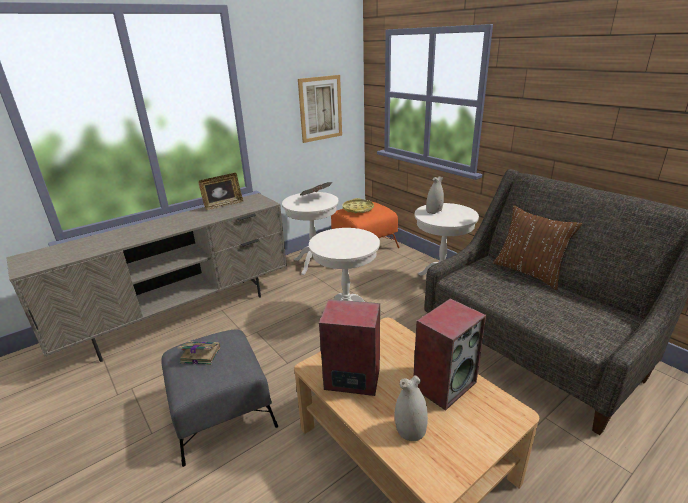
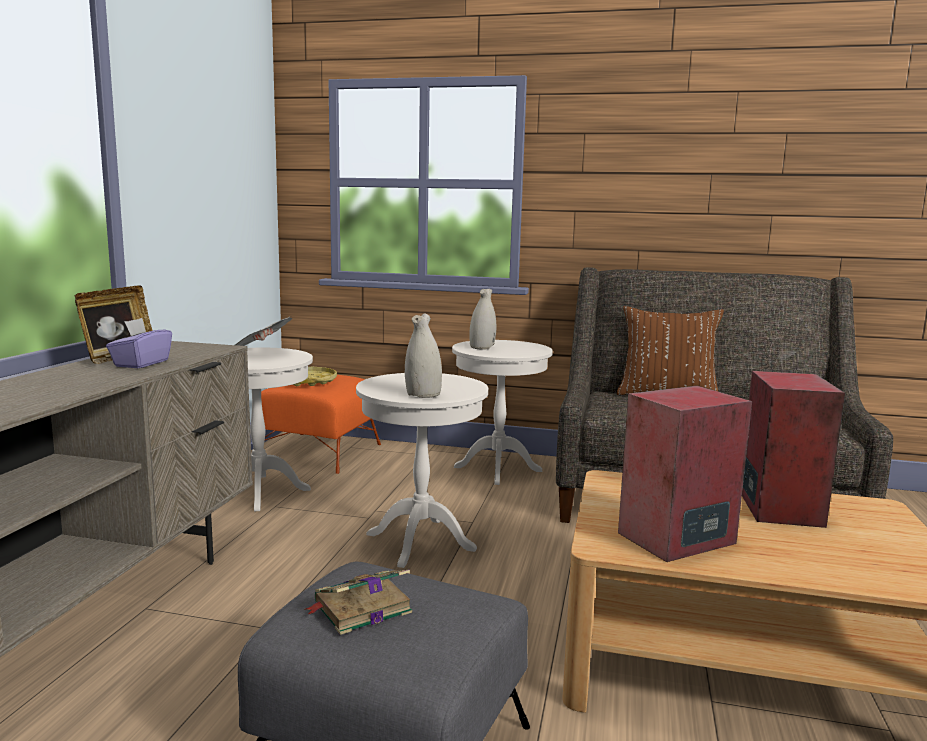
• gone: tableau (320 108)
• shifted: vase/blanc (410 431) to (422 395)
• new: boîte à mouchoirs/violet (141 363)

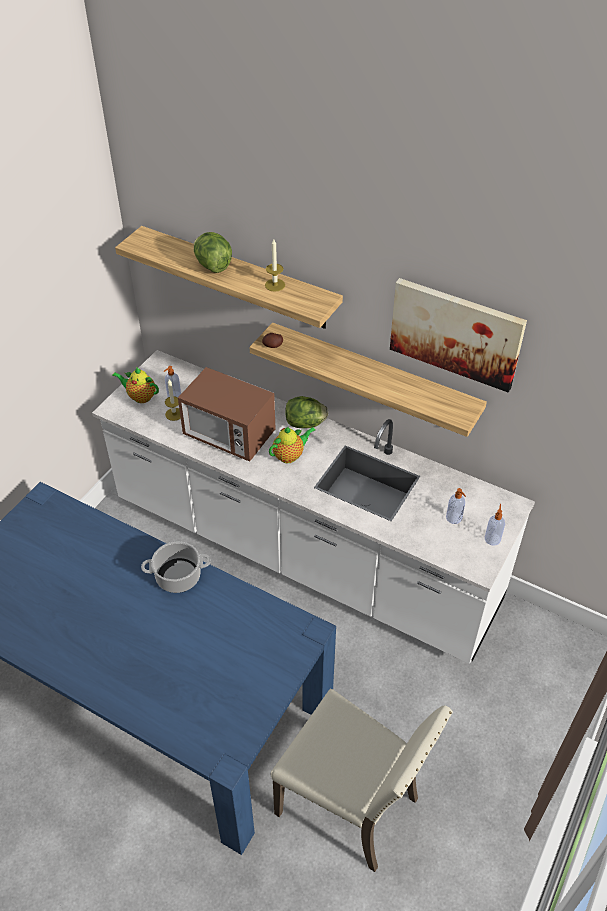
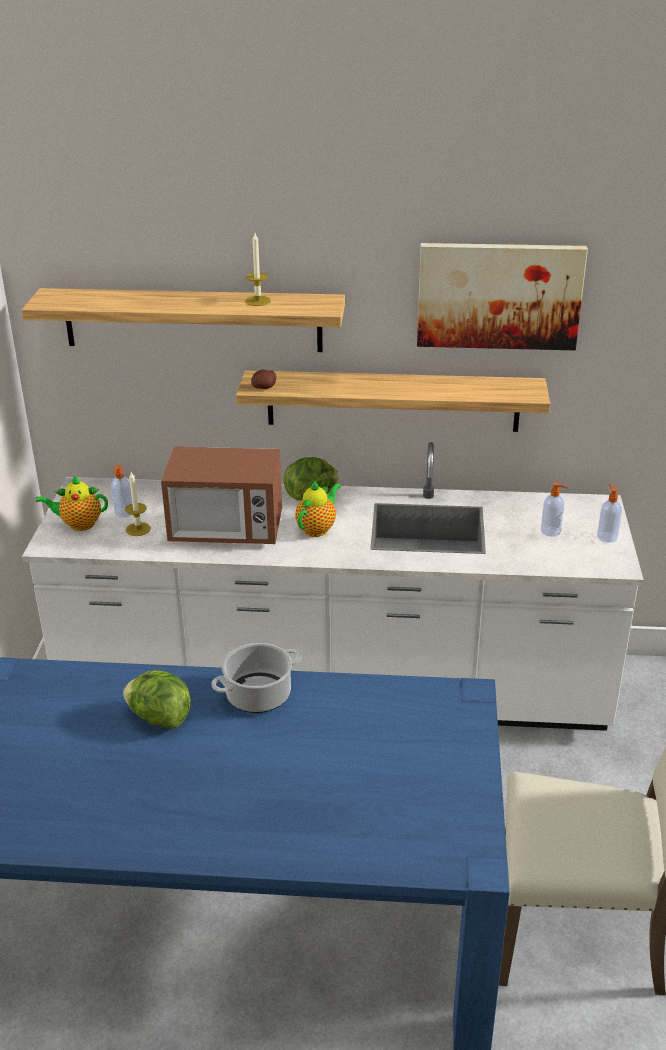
• shifted: laitue (212 265) to (159 718)

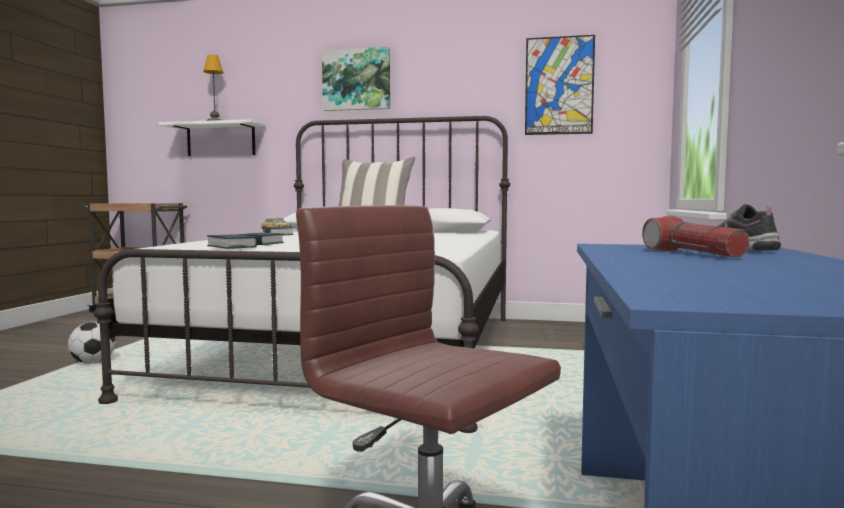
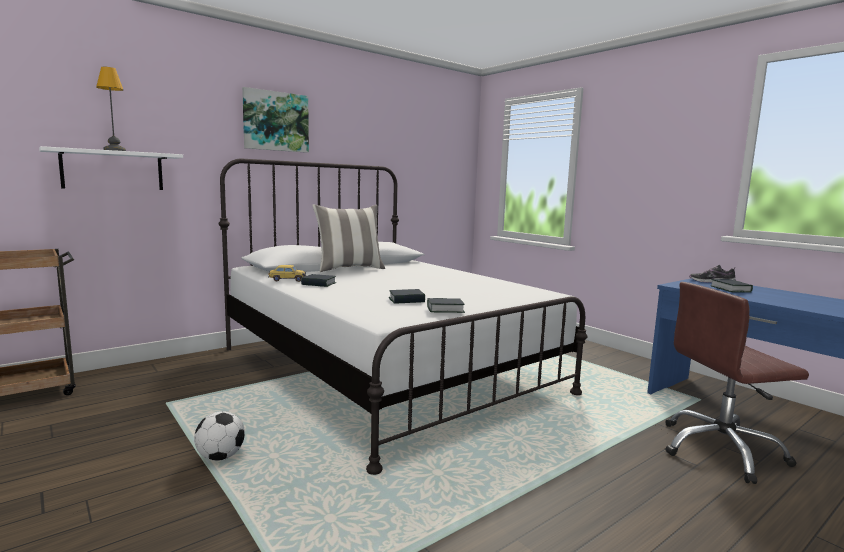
• gone: tableau (559 86)
• swapped: lampe de poche (692 253) to livre (730 289)

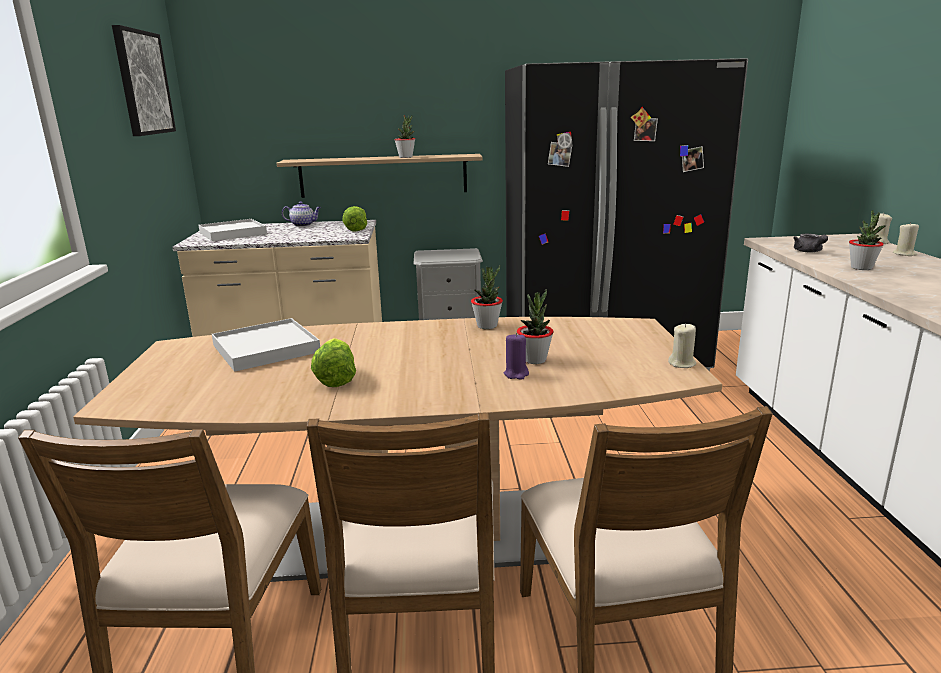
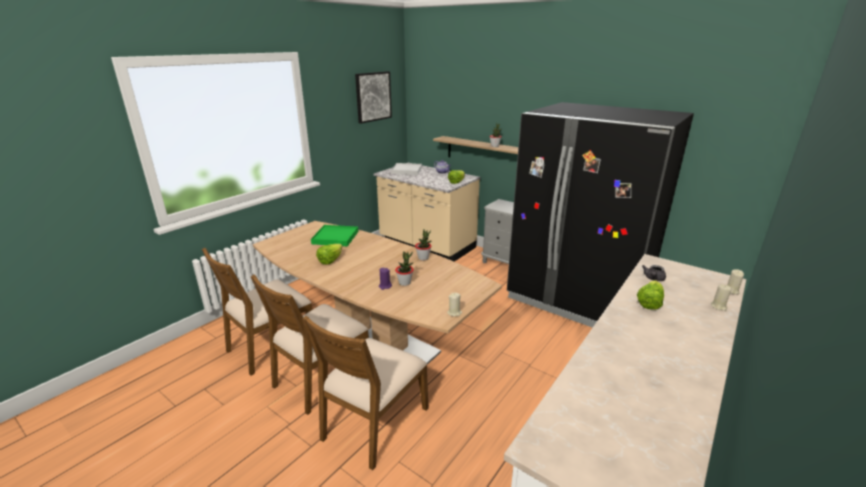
• repainted: plateau/blanc (265 349) to plateau/vert (335 237)
• swapped: plante en pot (861 268) to laitue (649 303)

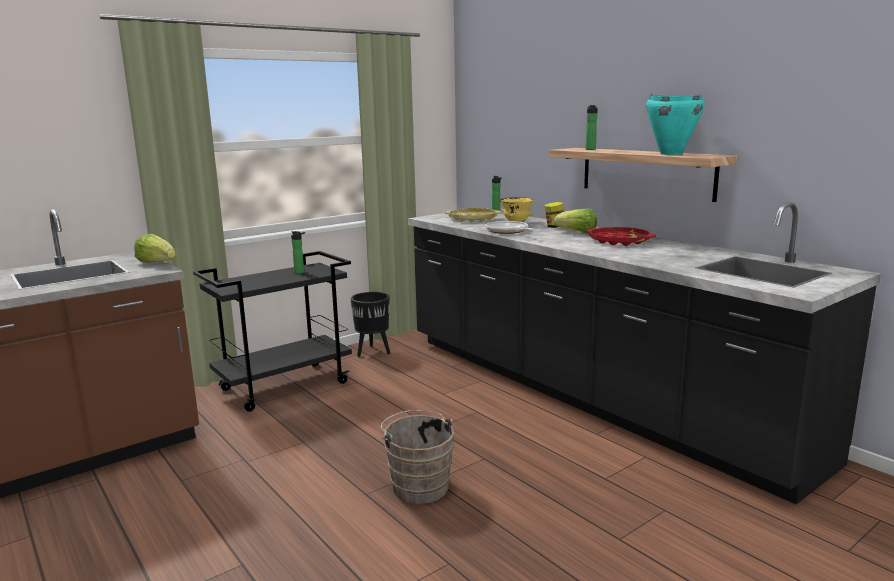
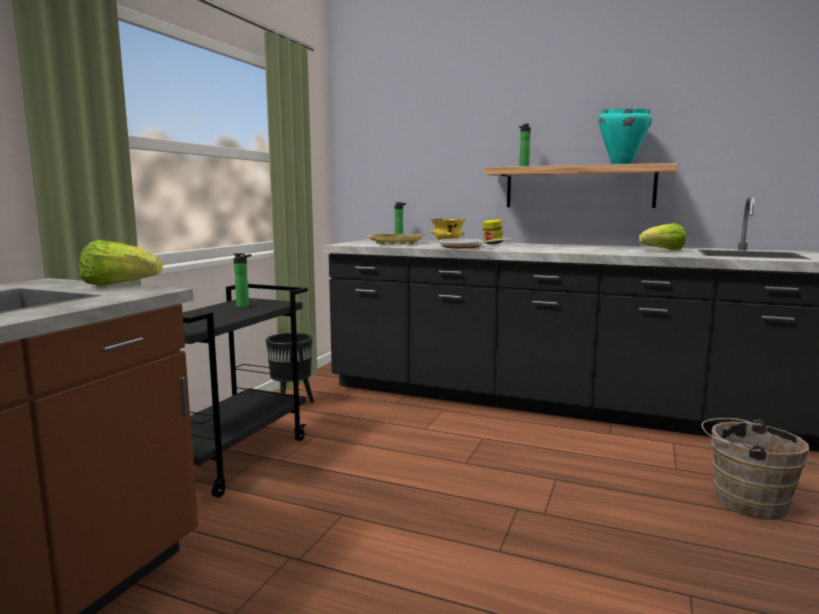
• shifted: seau/marron (419 485) to (744 501)
• shifted: laitue (577 233) to (663 250)
• gone: plateau/rouge (619 241)

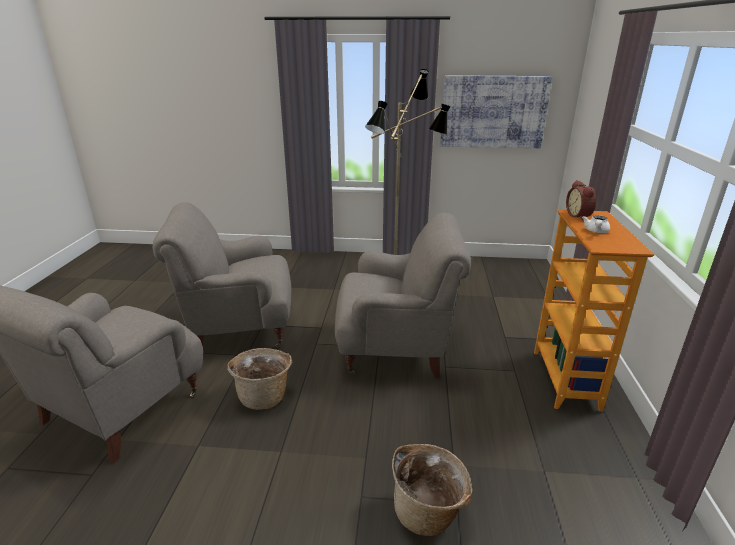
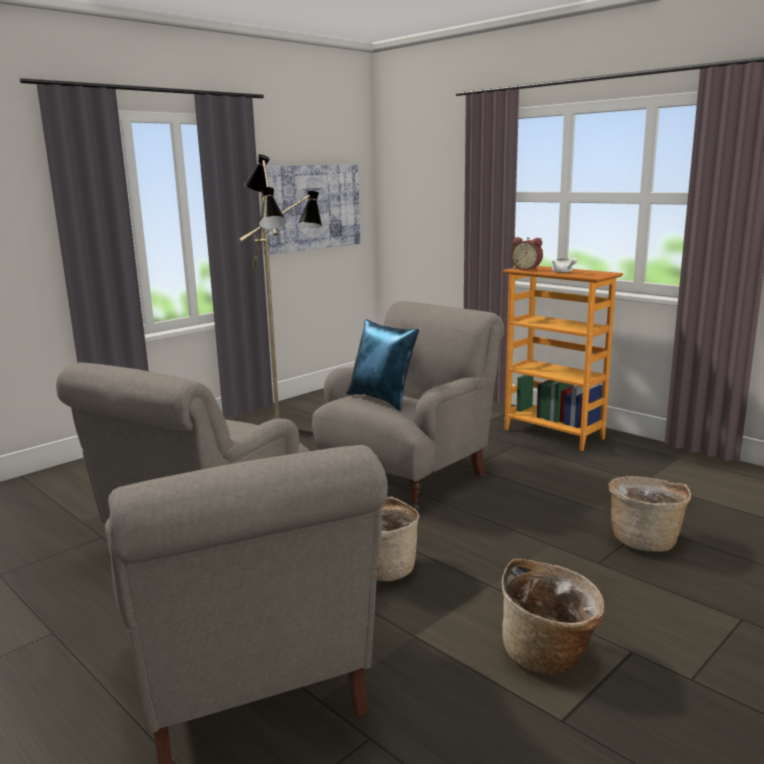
• new: coussin/bleu (383 399)
• new: panier (549 654)

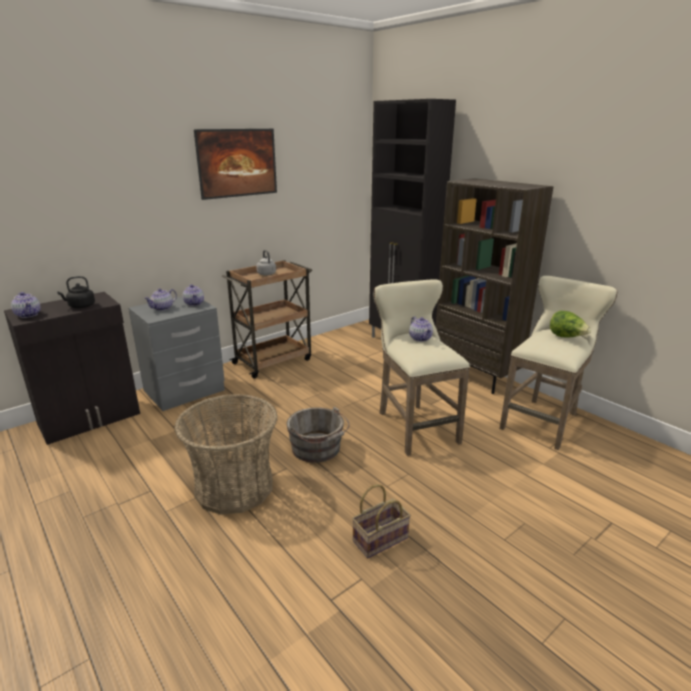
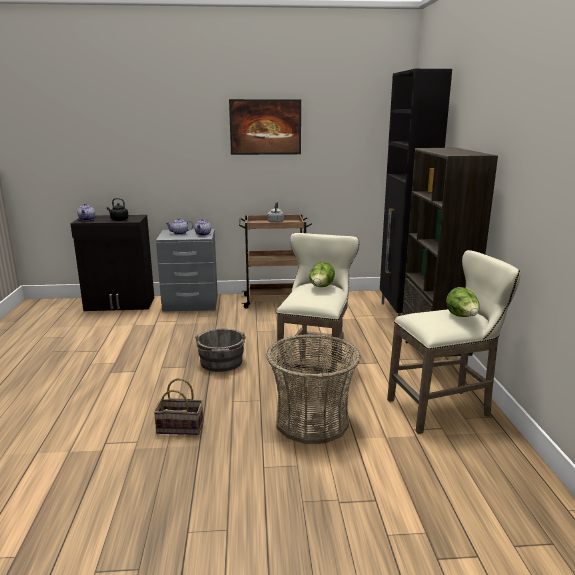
• shifted: panier (234 486) to (312 421)
• swapped: théière (421 338) to laitue (321 287)

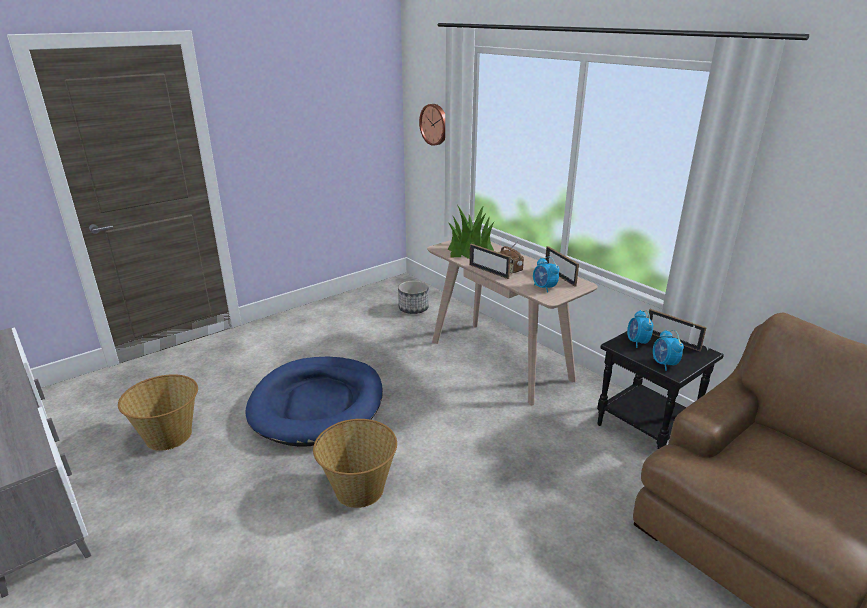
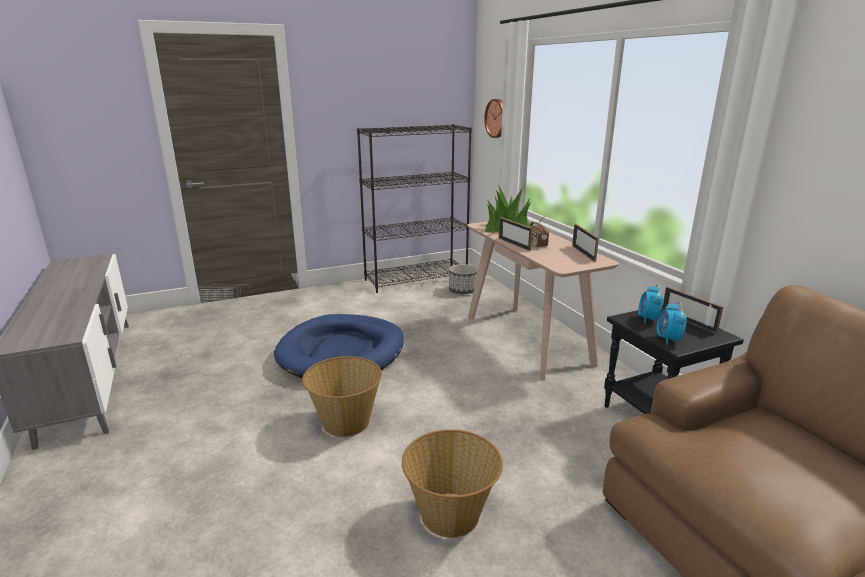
• shifted: panier (169 436) to (451 515)
• gone: réveil (544 288)
• new: bibliothèque/noir (416 278)

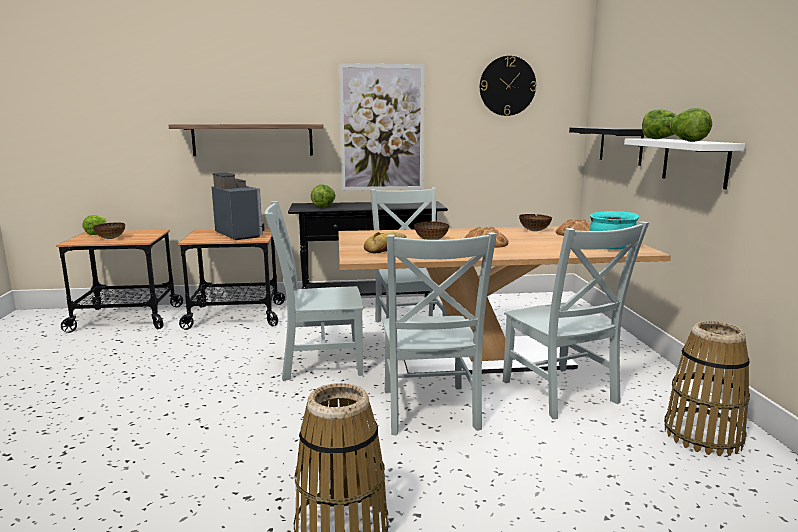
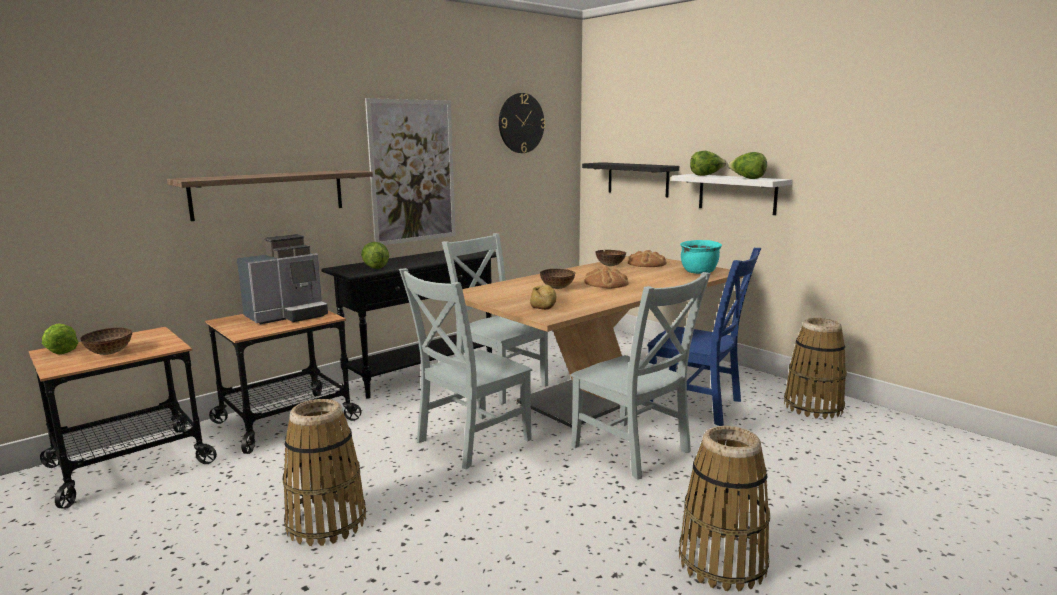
• rotated: machine à café (241 234) = (288 316) 120 degrees clockwise
• repainted: chaise/gris (561 394) to chaise/bleu (698 406)
• new: panier (327 522)

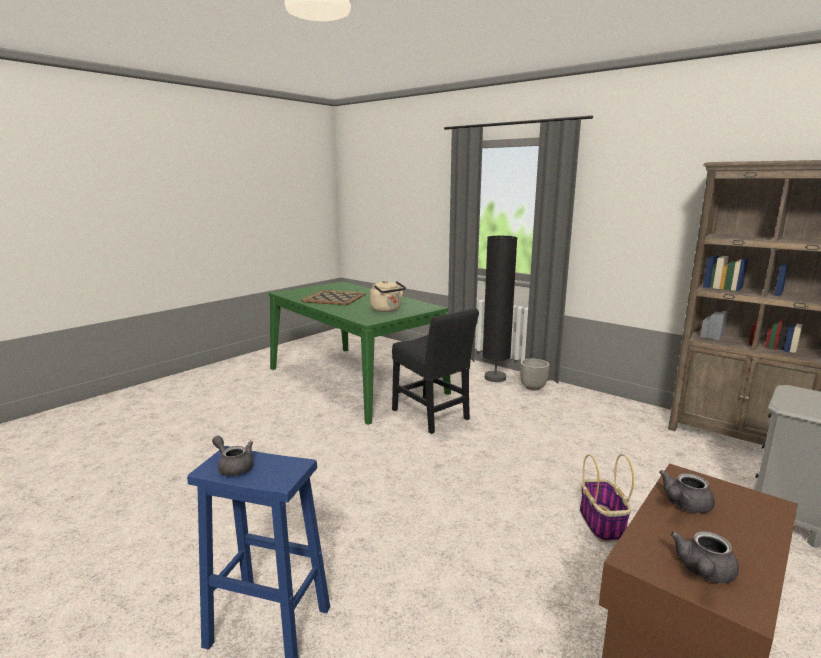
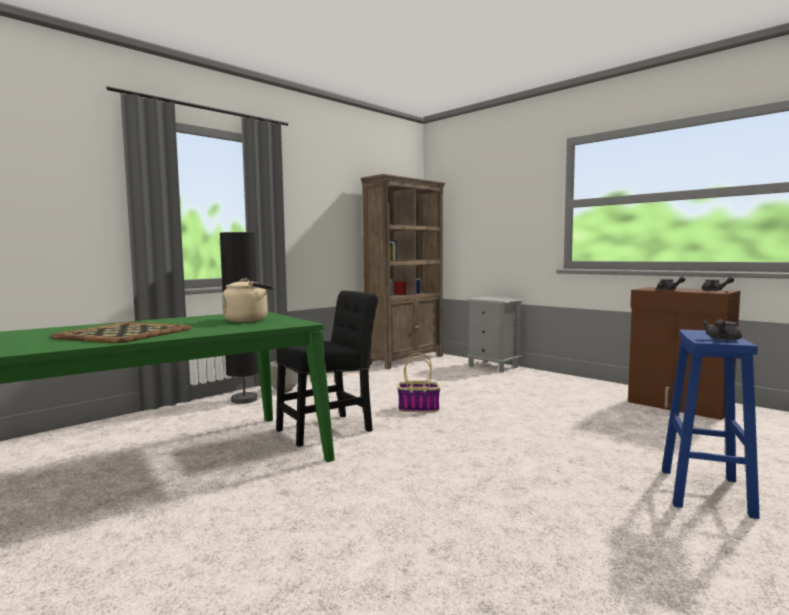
• shifted: panier (602 524) to (419 408)

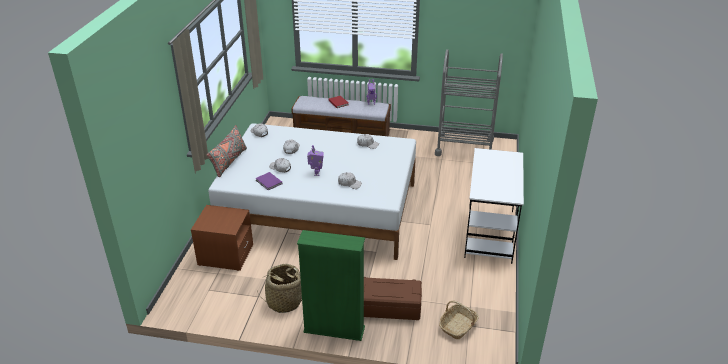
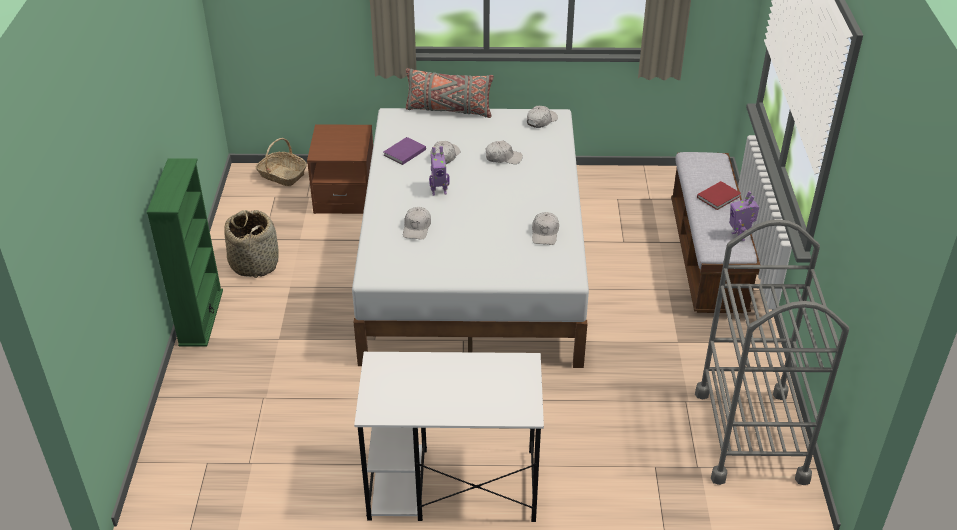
• gone: boîte de rangement/marron (387 308)
• shifted: panier (458 326) to (282 175)

